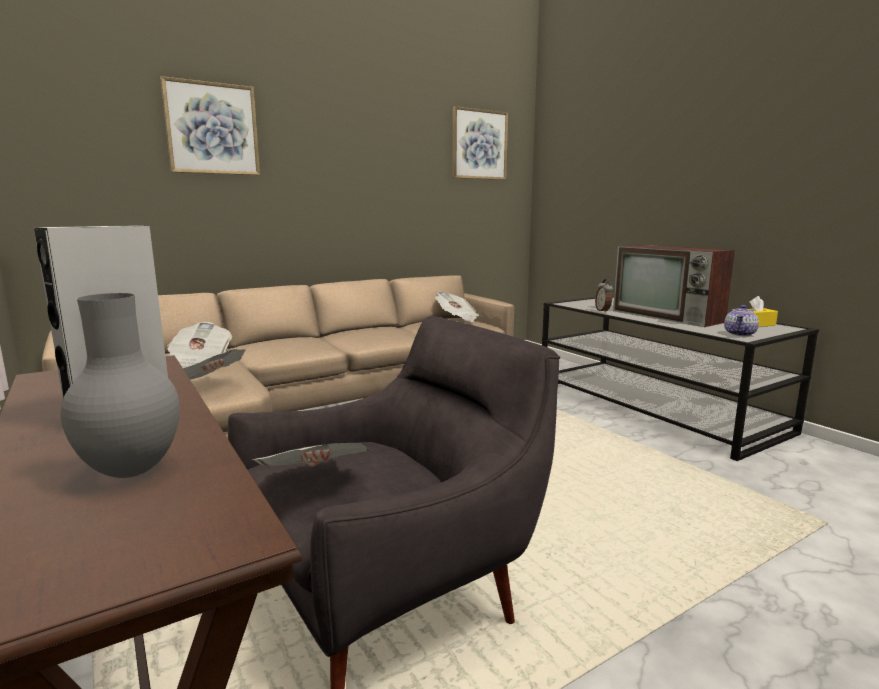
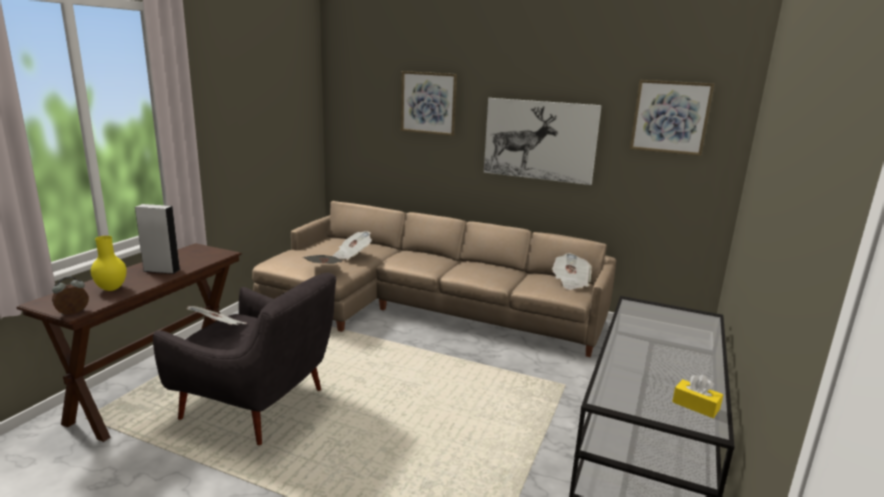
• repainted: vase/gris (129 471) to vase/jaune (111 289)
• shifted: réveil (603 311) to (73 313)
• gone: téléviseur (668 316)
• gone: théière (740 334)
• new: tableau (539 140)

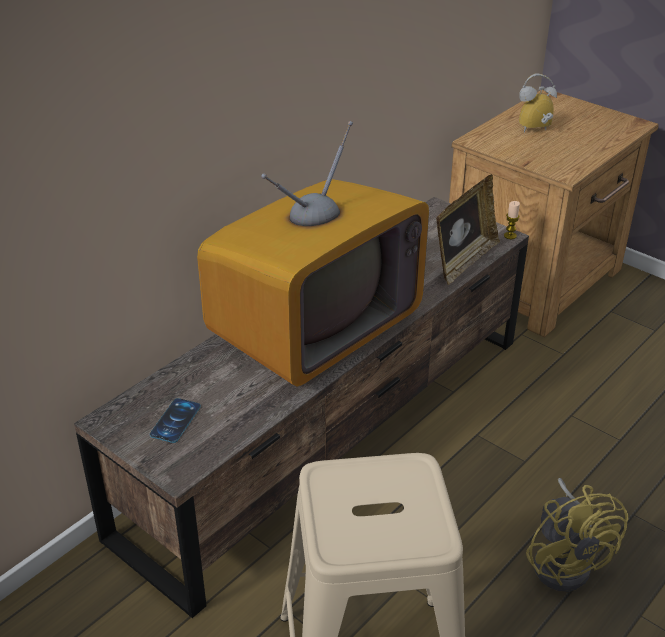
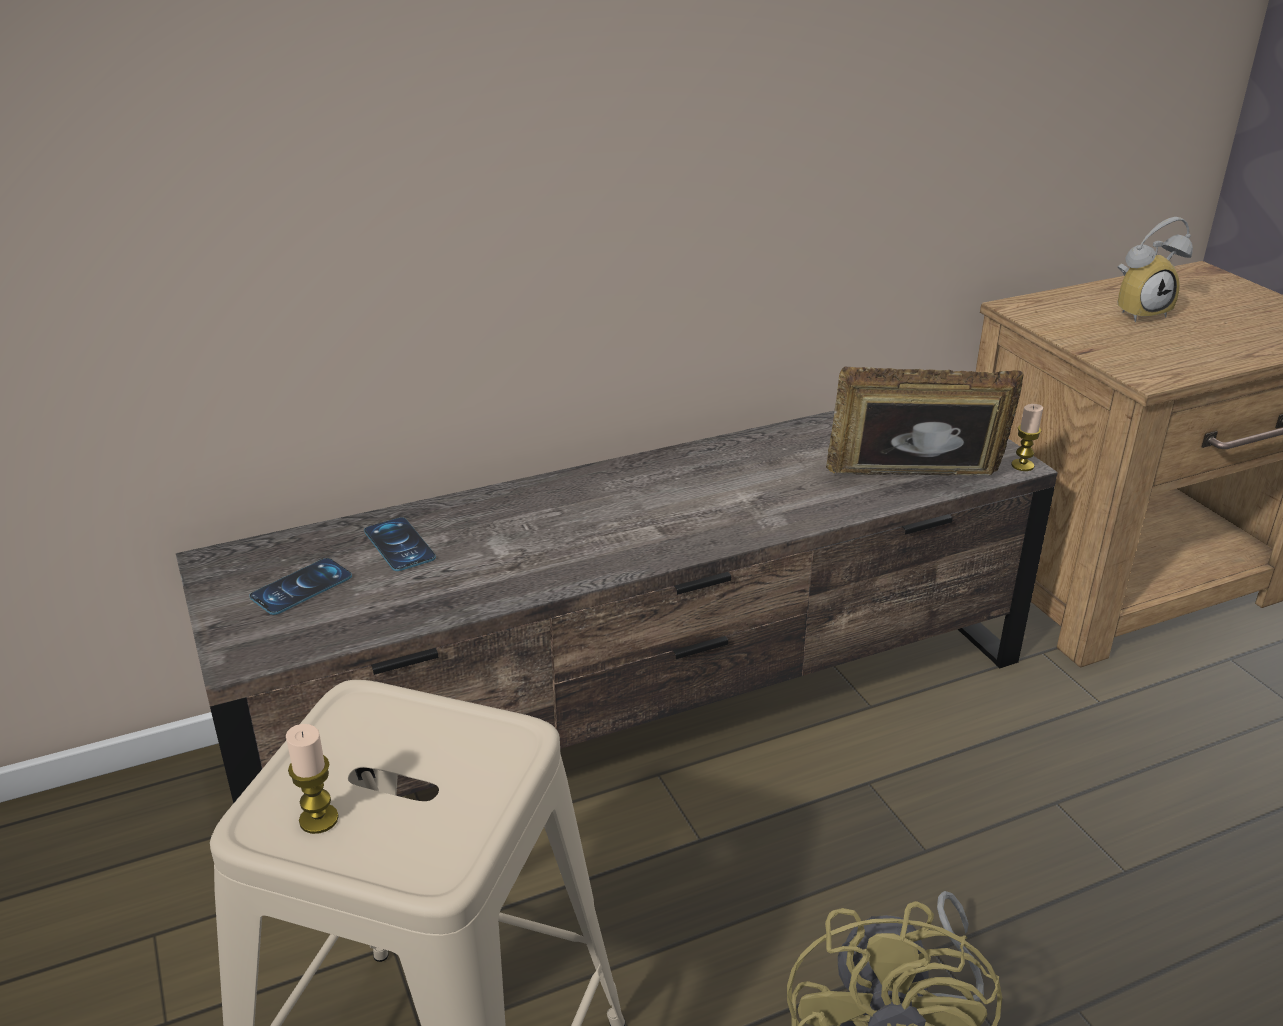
• gone: téléviseur (314 330)
• rotated: cadre photo (464 261) = (914 483) 150 degrees counterclockwise
• rotated: réveil (535 130) = (1139 311) 150 degrees clockwise
• new: bougie (319 819)
• new: téléphone (399 545)

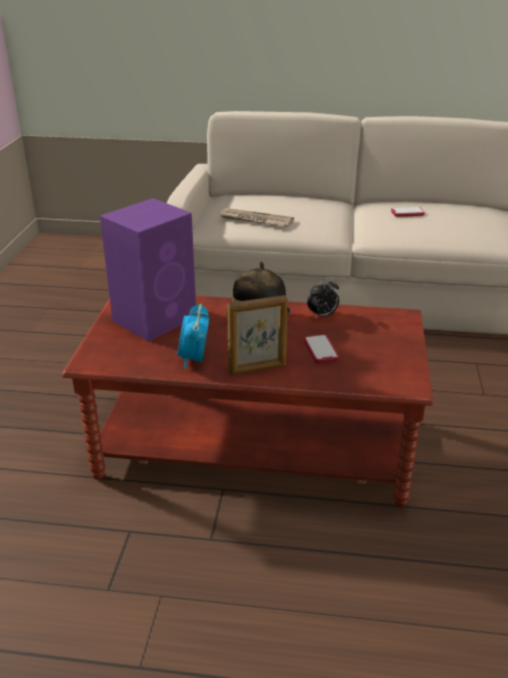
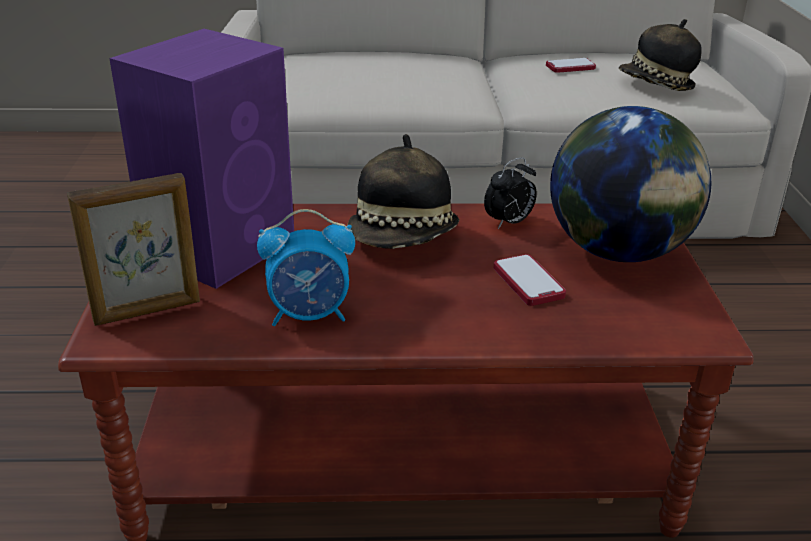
• rotated: réveil (194 359) = (310 315) 90 degrees counterclockwise
• gone: journal (255 220)
• shifted: cadre photo (257 369) to (148 311)
• new: globe (618 252)
• new: chapeau (656 85)

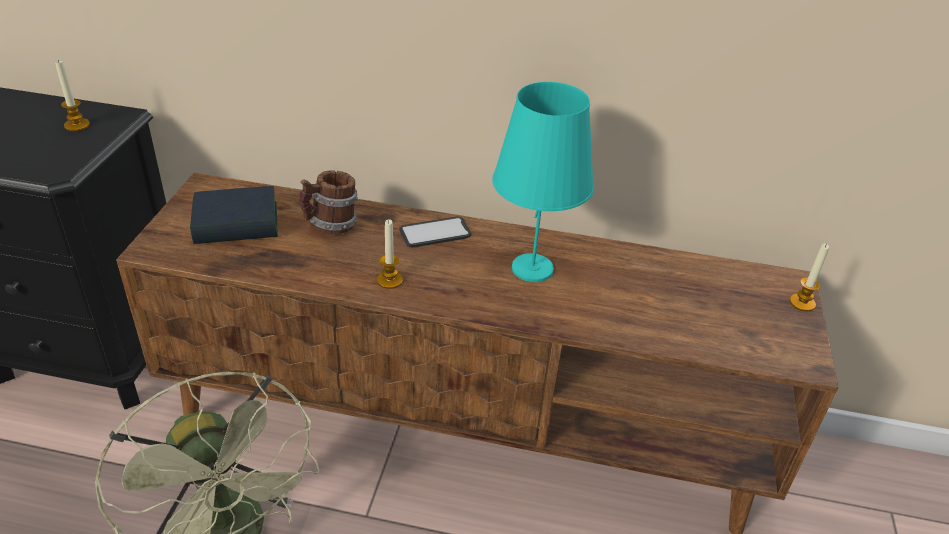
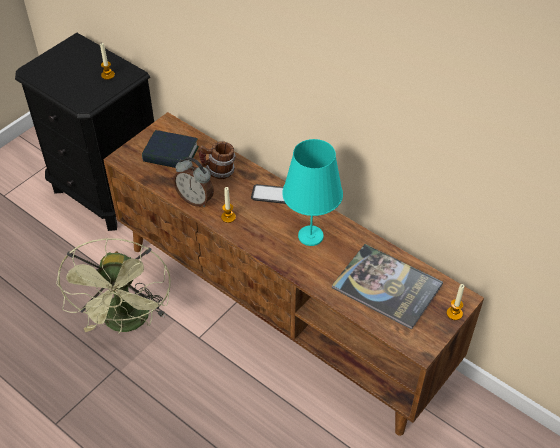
• new: réveil (195 199)
• new: livre (387 286)

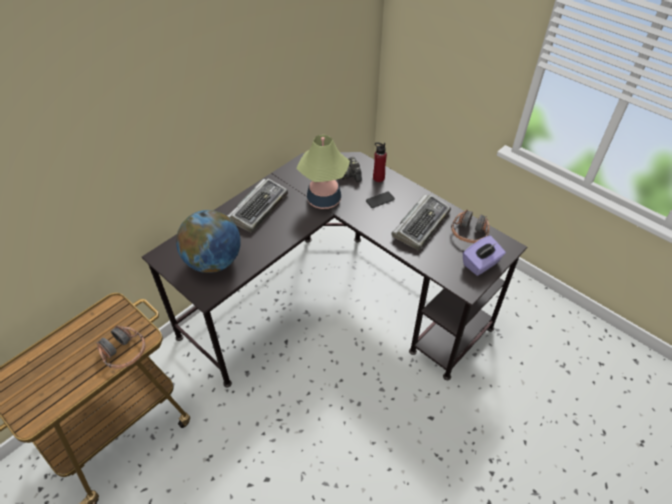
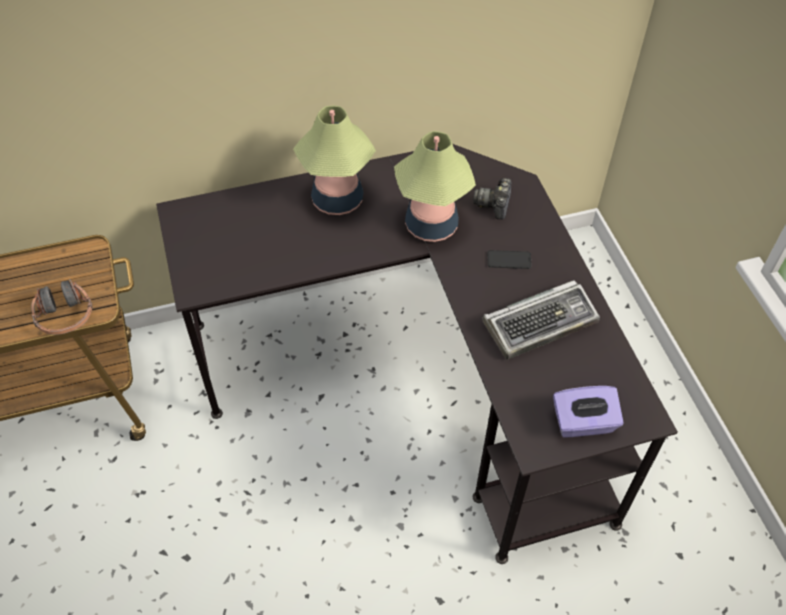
• gone: globe (213 262)
• swapped: clavier (258 207) to lampe de table (337 199)
• gone: bouteille/rouge (378 178)
• gone: casque audio (469 233)

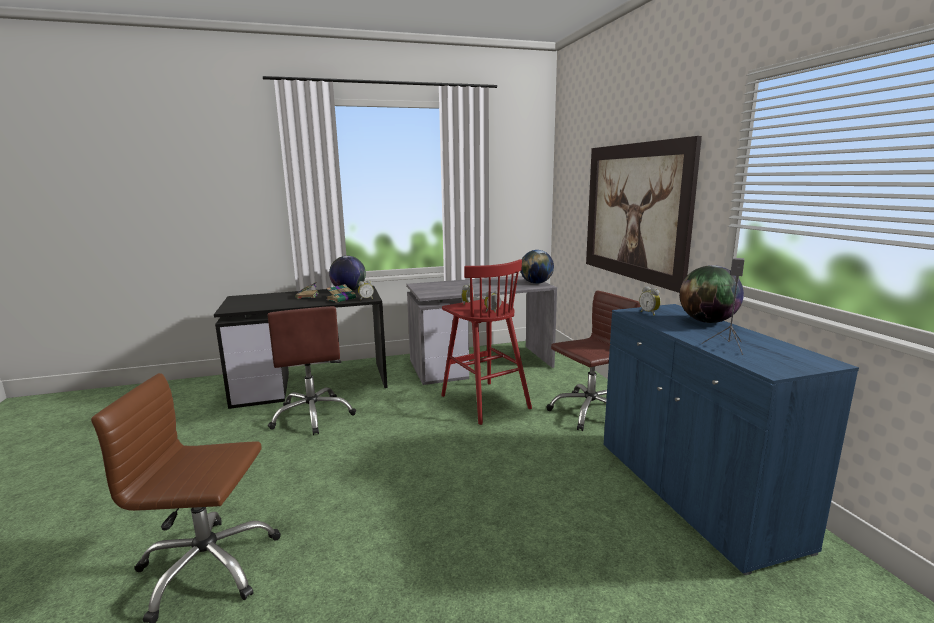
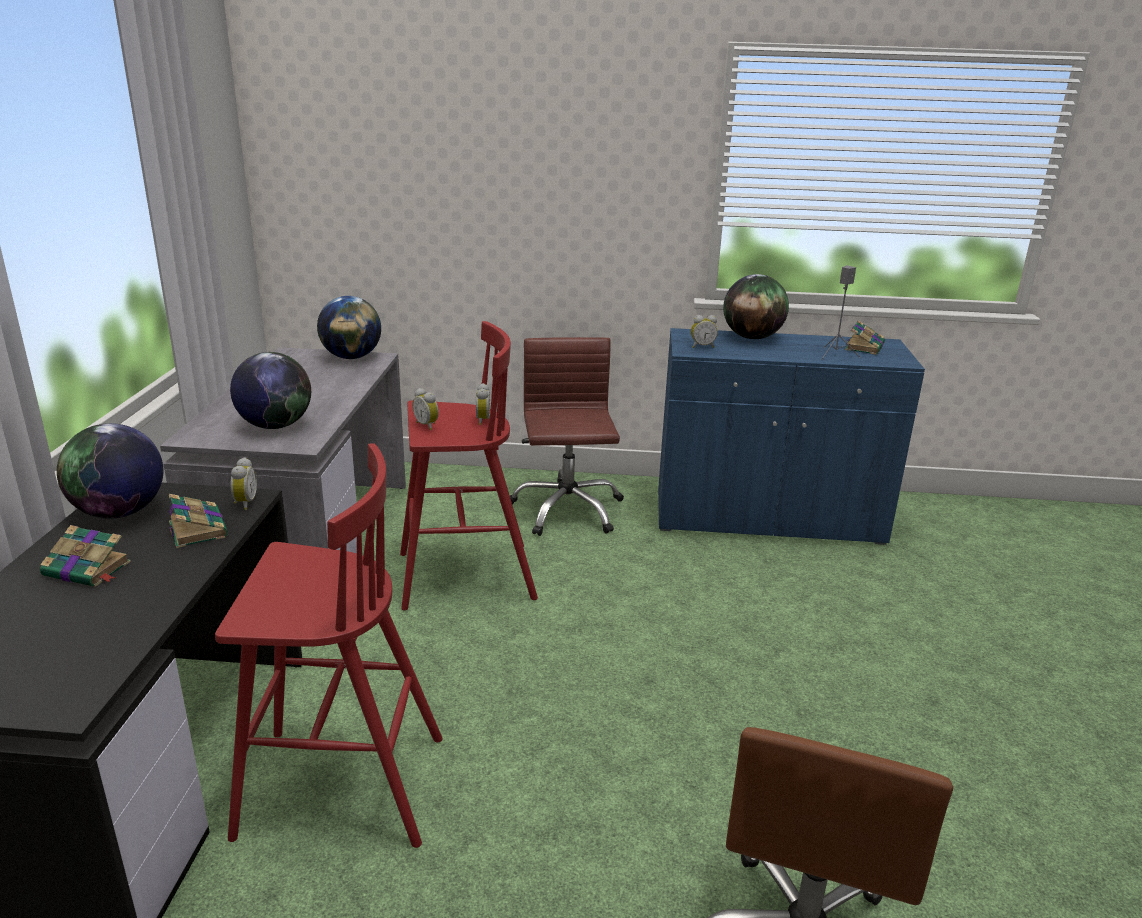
• swapped: chaise de bureau/marron (313 415) to tabouret/rouge (337 786)
• gone: tableau (634 211)
• new: globe (275 426)
• new: livre (864 347)

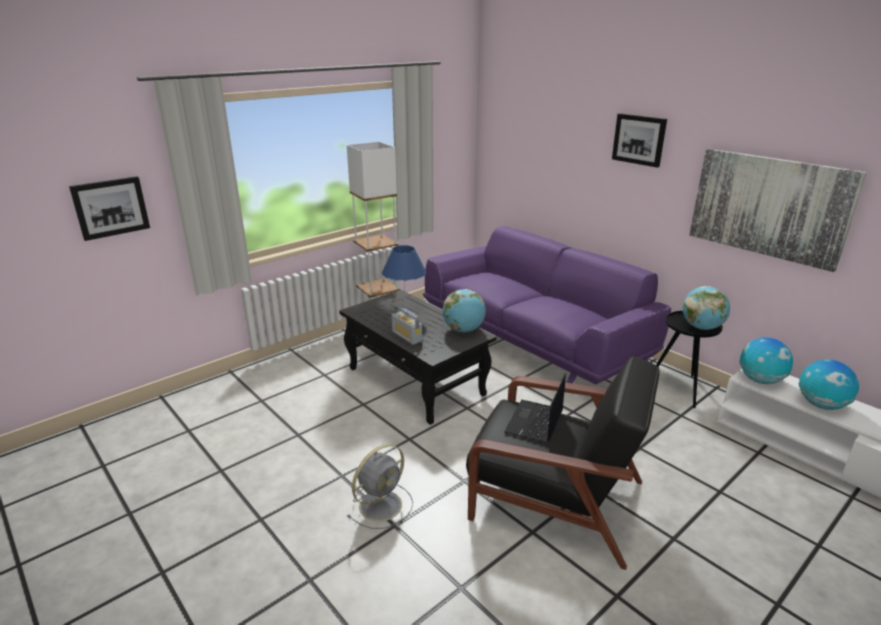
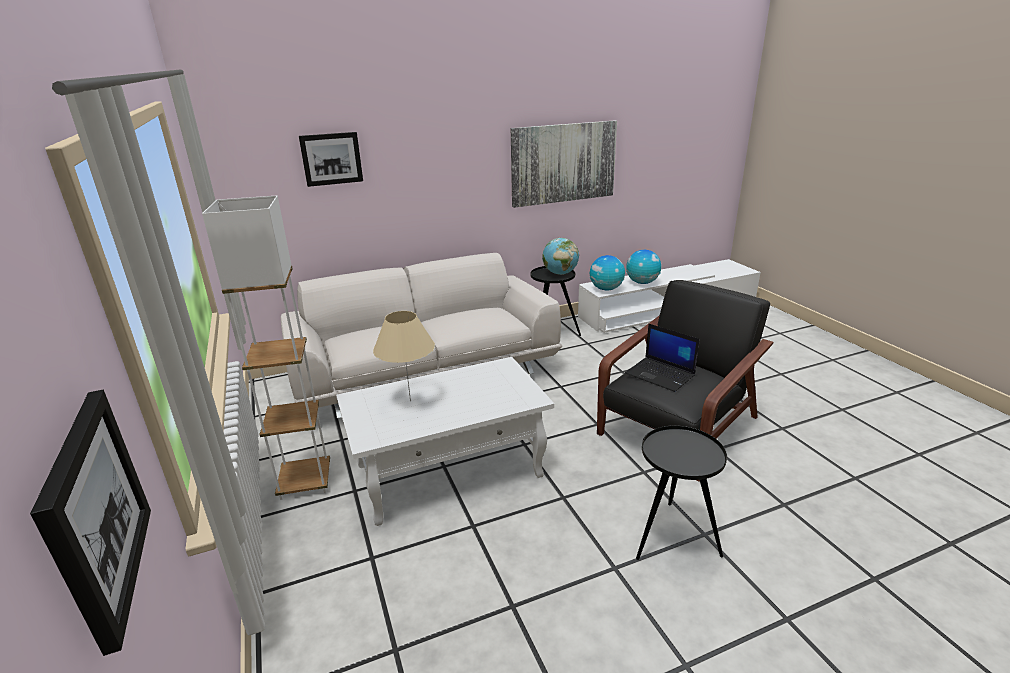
• repainted: table basse/noir (416 381) to table basse/blanc (450 470)
• swapped: ventilateur/gris (382 504) to table d'appoint/noir (671 538)
• repainted: lampe de table/bleu (405 312) to lampe de table/beige (410 401)
• gone: radio (407 336)
• repainted: canapé/violet (535 340) to canapé/blanc (425 373)
• gone: globe (463 330)
• shifted: tableau (639 139) to (331 159)

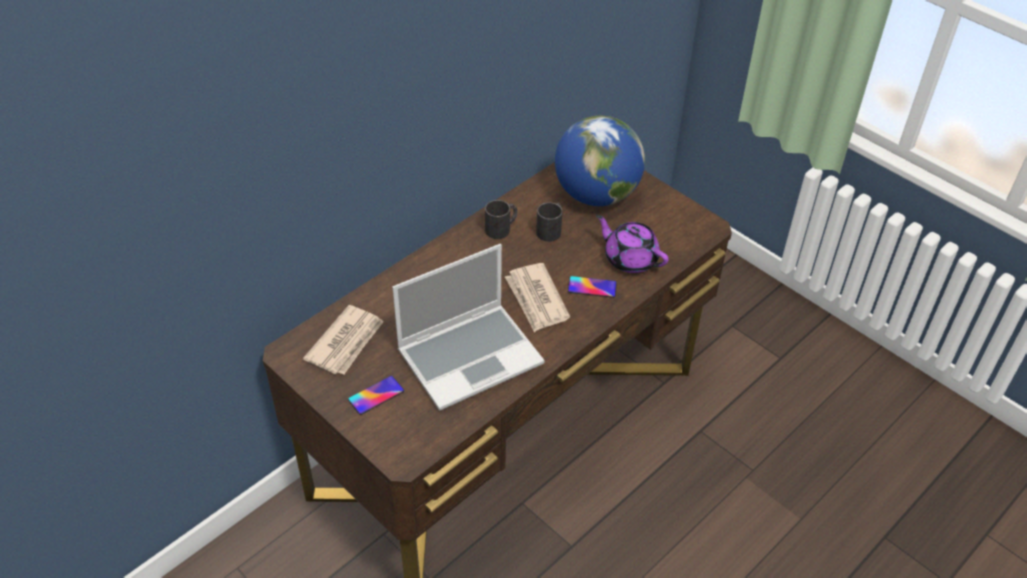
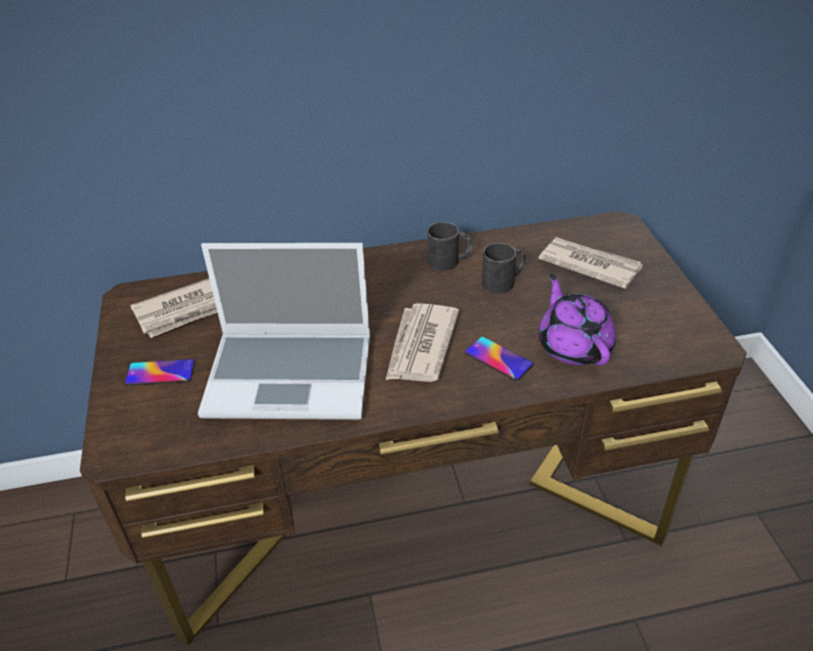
• swapped: globe (596 195) to journal (589 264)

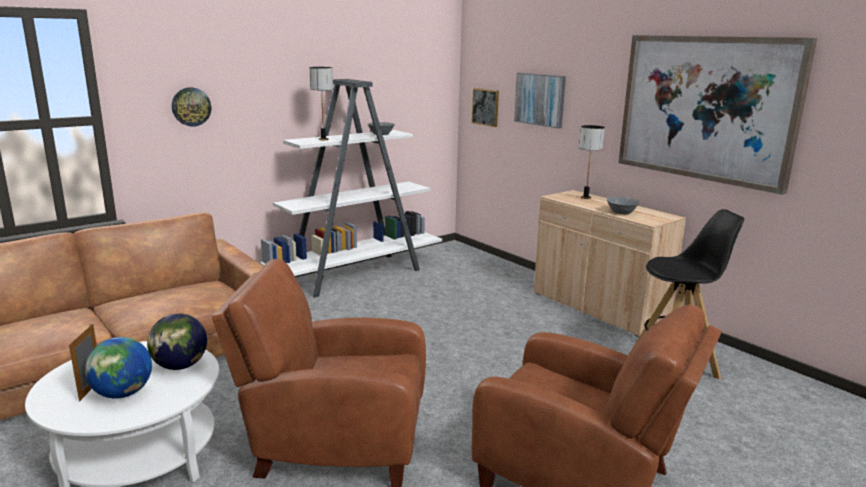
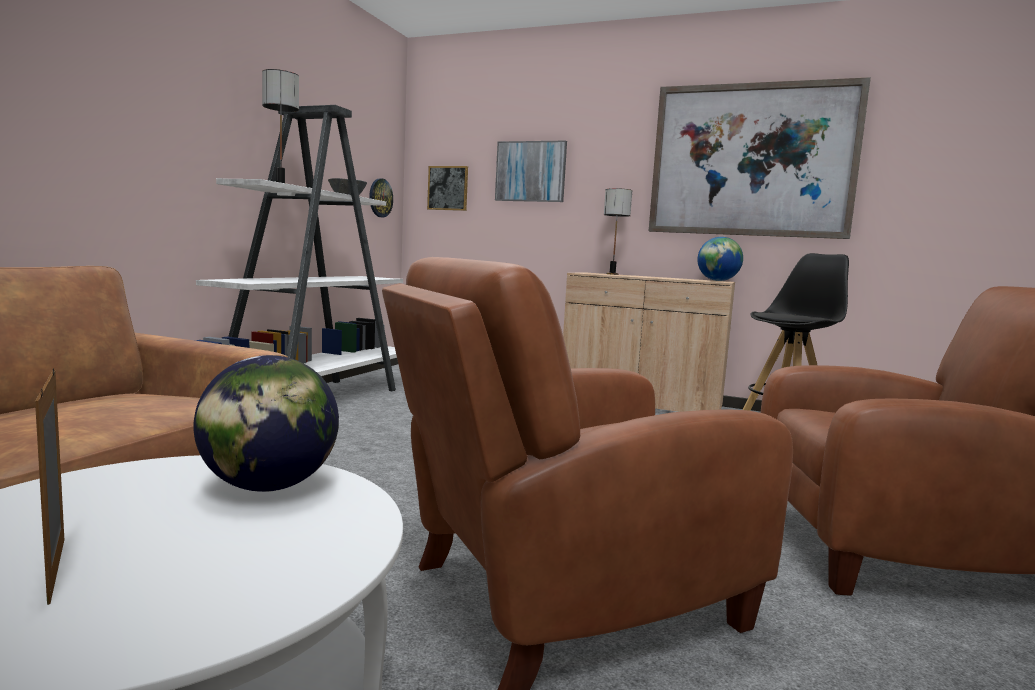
• shifted: globe (123 394) to (718 281)
• shifted: horloge murale (191 106) to (380 198)
• gone: bol/gris (621 212)

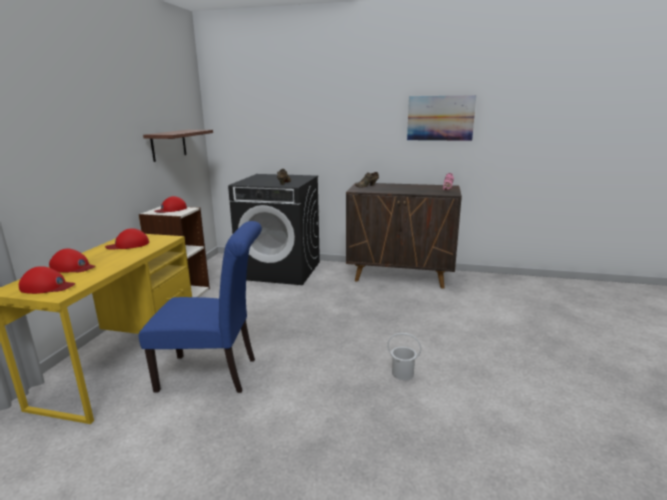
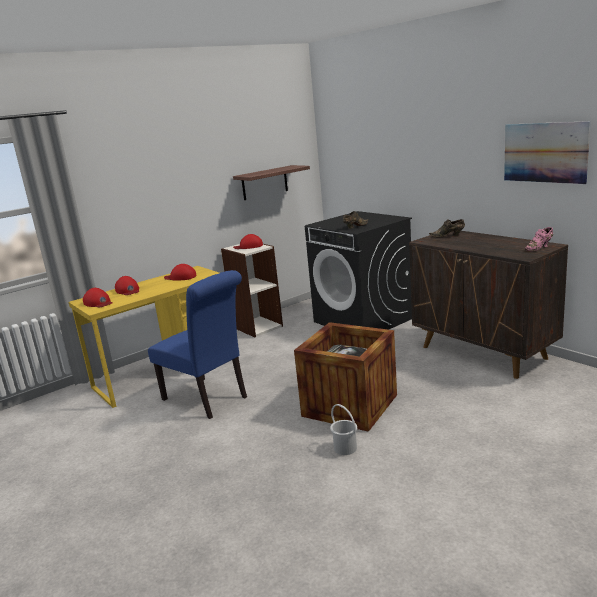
• new: caisse (350 405)

